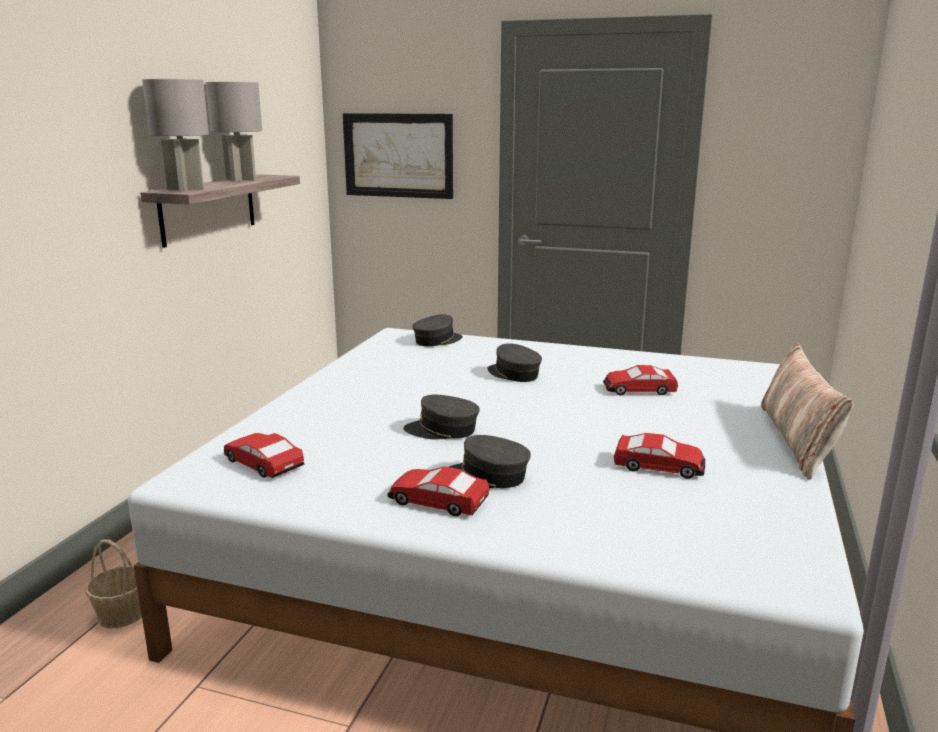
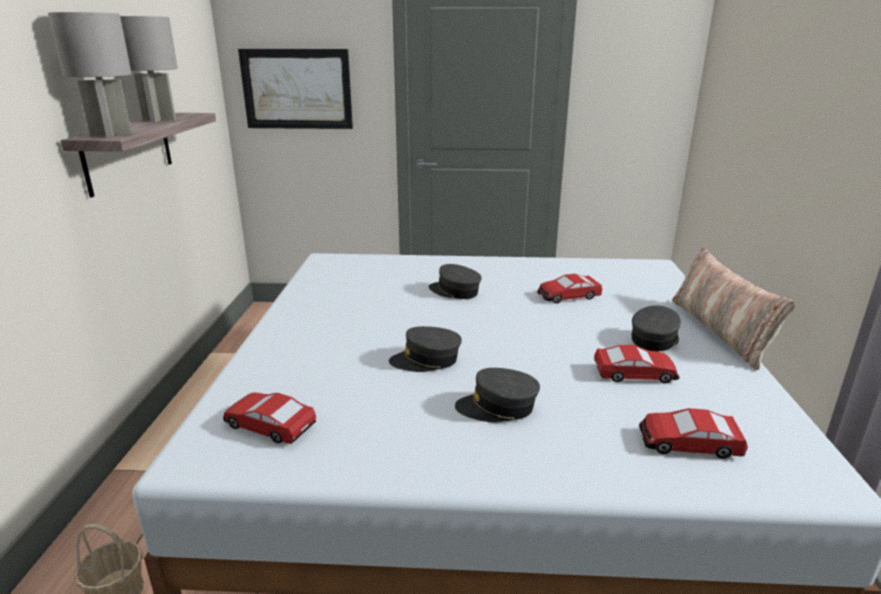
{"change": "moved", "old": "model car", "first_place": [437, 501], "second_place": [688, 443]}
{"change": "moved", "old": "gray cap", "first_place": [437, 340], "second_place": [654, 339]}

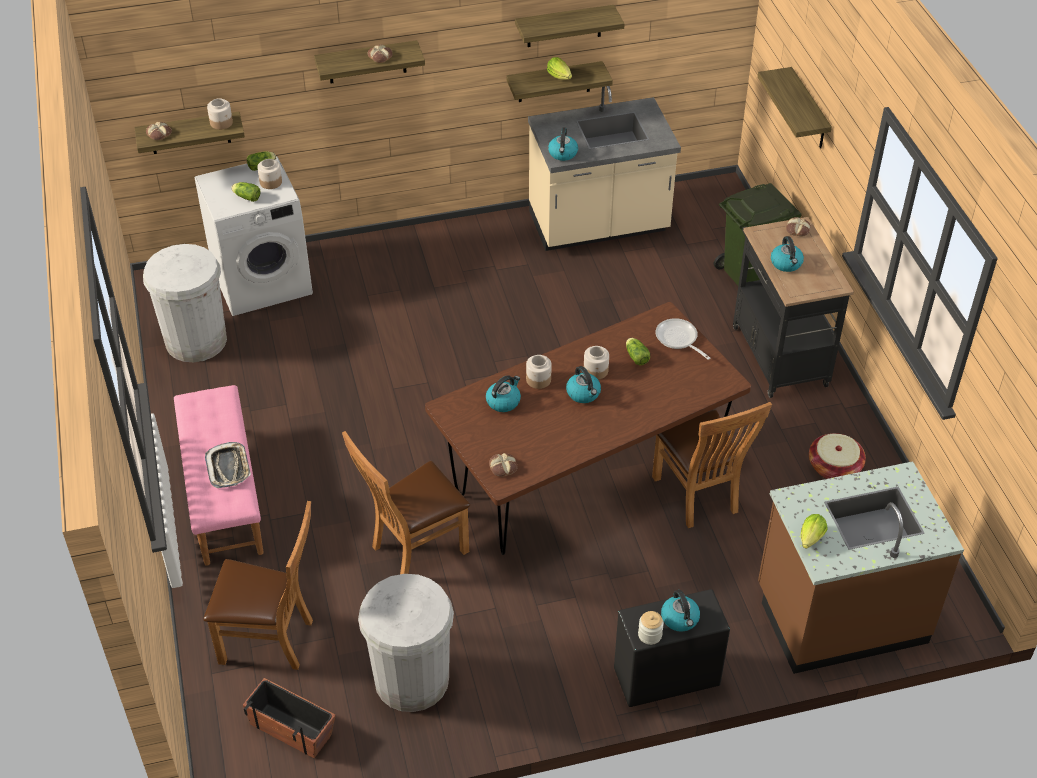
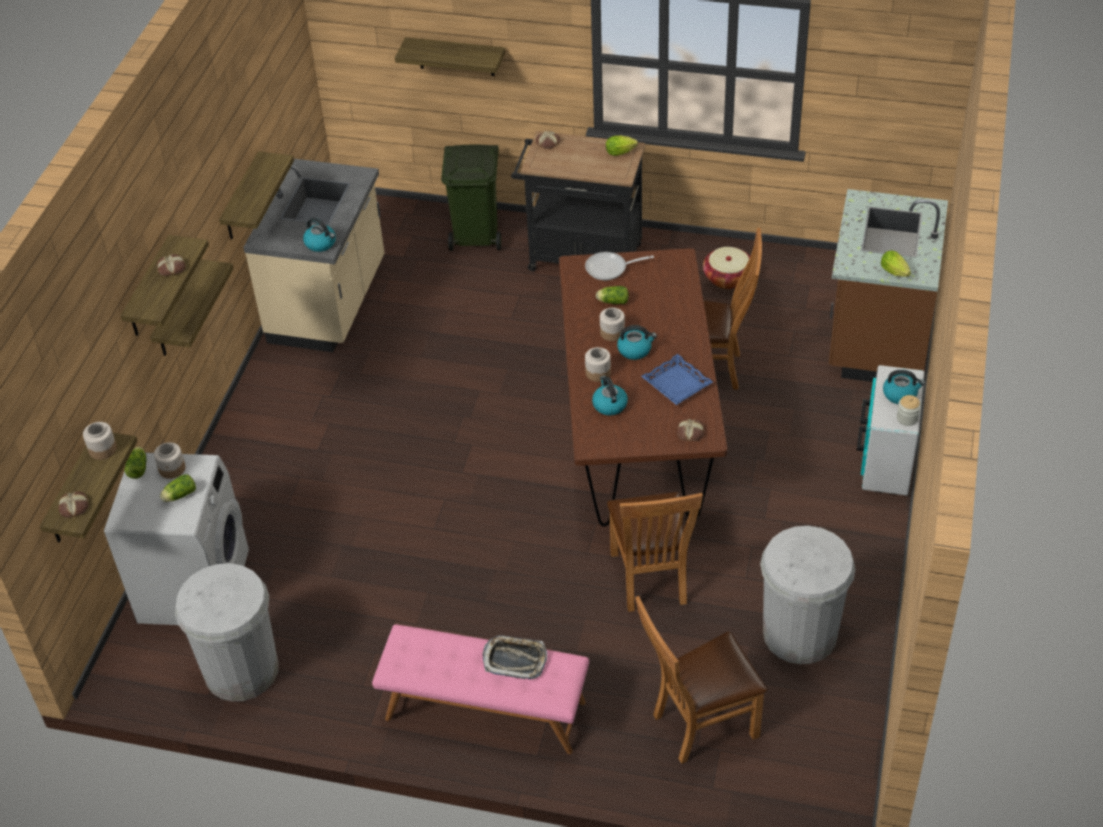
{"change": "removed", "old": "planter", "first_place": [291, 729]}
{"change": "removed", "old": "kettle", "first_place": [786, 264]}
{"change": "added", "new": "blue carrying tray", "second_place": [677, 383]}
{"change": "moved", "old": "wall shelf", "first_place": [564, 26], "second_place": [176, 311]}
{"change": "moved", "old": "head of lettuce", "first_place": [560, 78], "second_place": [622, 152]}
{"change": "recoloured", "old": "blackish night table", "new": "white night table", "first_place": [665, 679], "second_place": [885, 465]}
{"change": "turned", "old": "brownish plain chair", "first_place": [272, 640], "second_place": [698, 725], "degrees": -150}

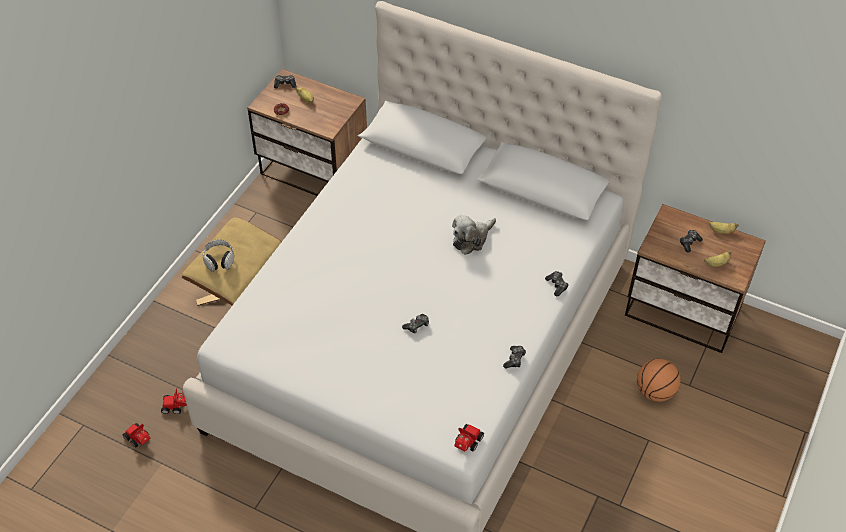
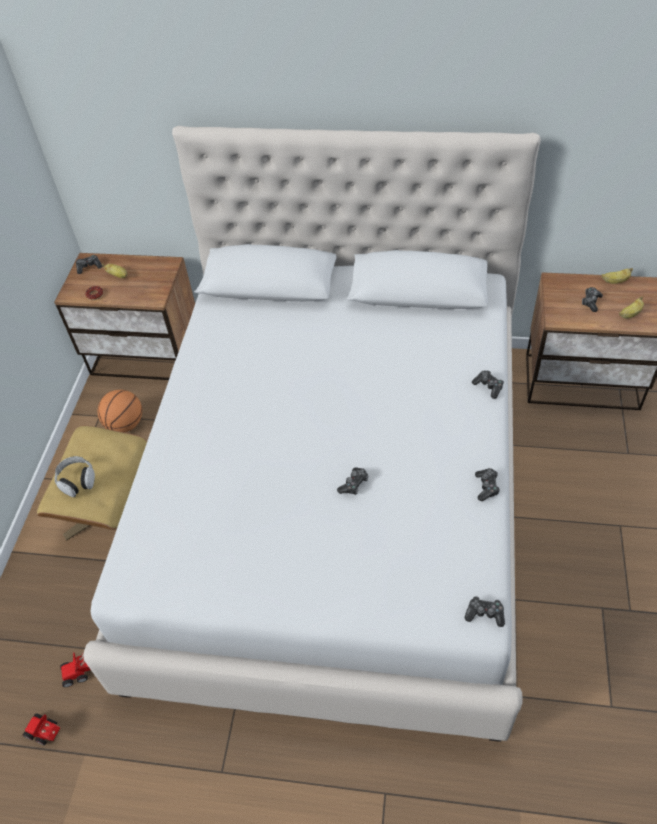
{"change": "removed", "old": "cuddly toy", "first_place": [471, 239]}
{"change": "moved", "old": "basketball ball", "first_place": [655, 392], "second_place": [125, 424]}
{"change": "replaced", "old": "model car", "new": "game controller", "first_place": [467, 443], "second_place": [485, 614]}

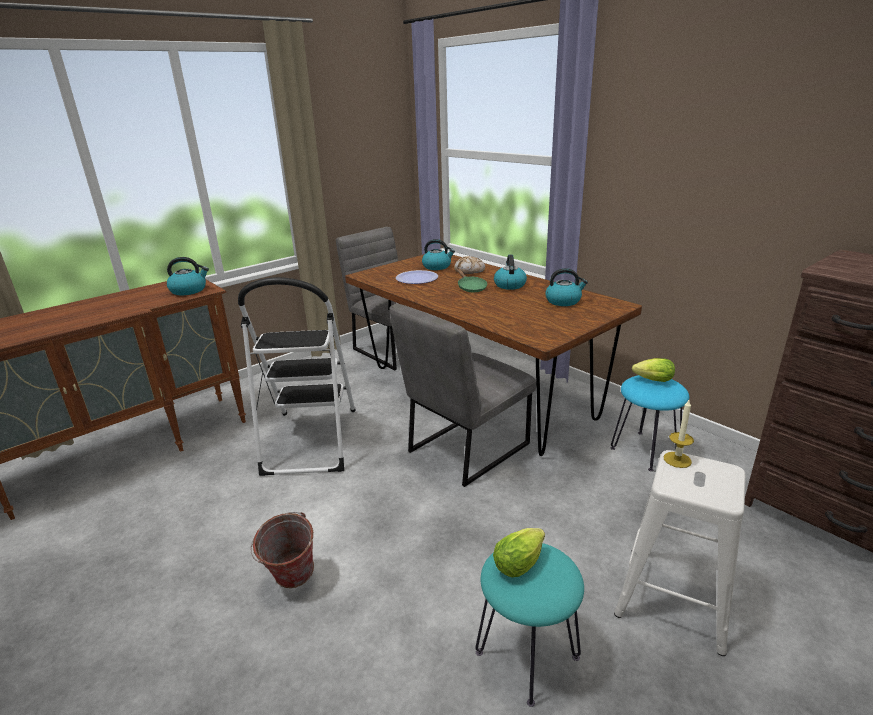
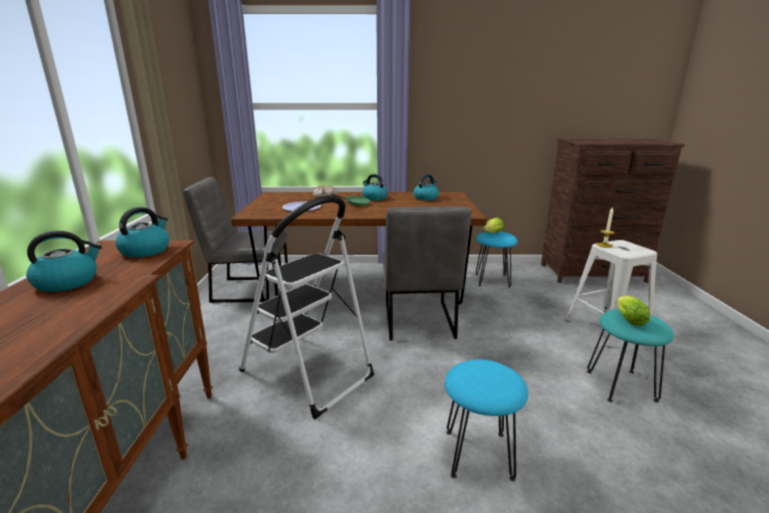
{"change": "moved", "old": "kettle", "first_place": [437, 266], "second_place": [68, 282]}
{"change": "replaced", "old": "water bucket", "new": "turquoise stool", "first_place": [290, 581], "second_place": [478, 454]}

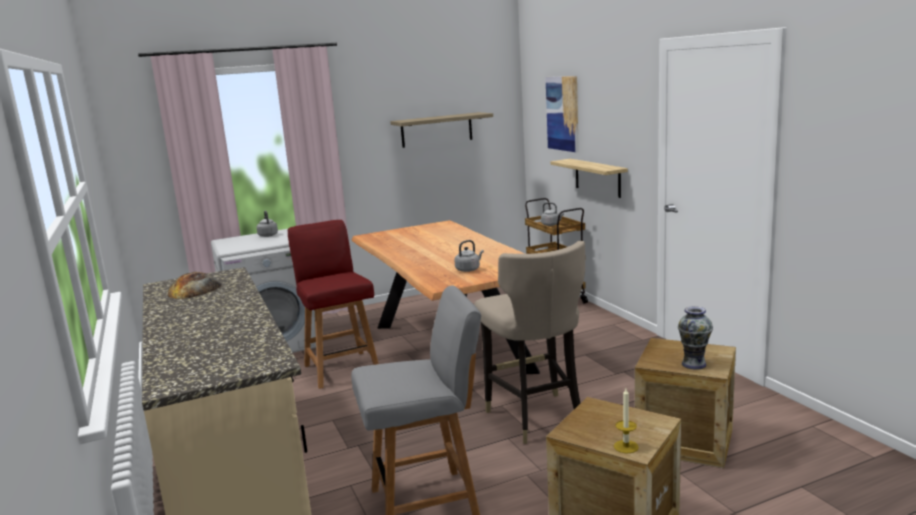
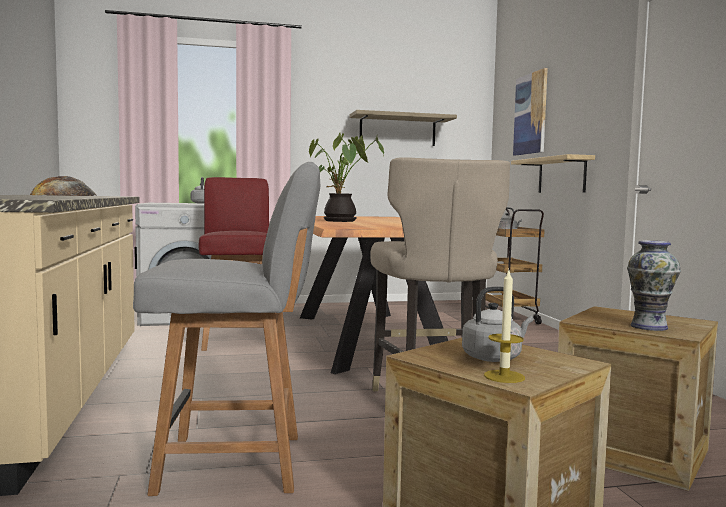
{"change": "added", "new": "plant in a pot", "second_place": [341, 221]}
{"change": "moved", "old": "gray kettle", "first_place": [469, 269], "second_place": [494, 357]}

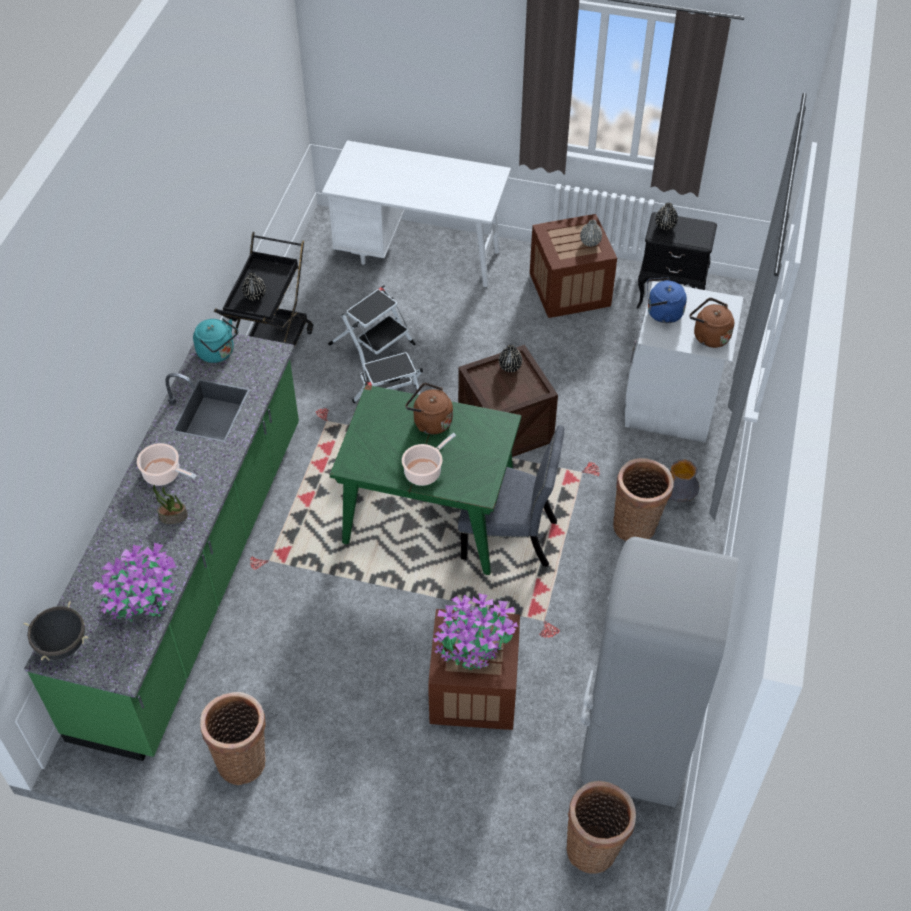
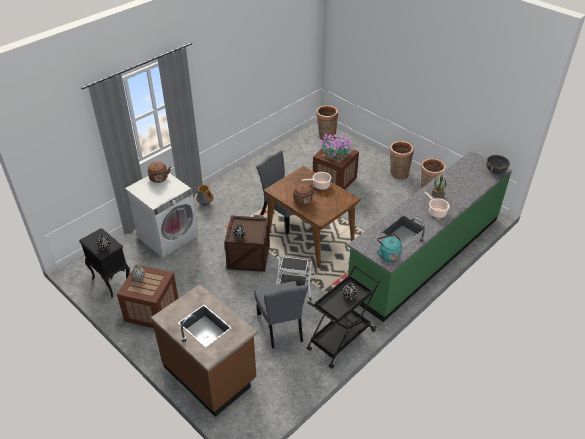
{"change": "removed", "old": "plant in a pot", "first_place": [143, 596]}
{"change": "removed", "old": "gray kitchen fridge", "first_place": [632, 753]}
{"change": "removed", "old": "blue kettle", "first_place": [662, 313]}
{"change": "moved", "old": "household basket", "first_place": [637, 525], "second_place": [398, 174]}
{"change": "replaced", "old": "white desk table", "new": "brownish kitchen base unit", "first_place": [419, 255], "second_place": [210, 373]}
{"change": "replaced", "old": "stepladder", "new": "gray plain chair", "first_place": [371, 346], "second_place": [281, 326]}
{"change": "recoloured", "old": "green dining table", "new": "brownish dining table", "first_place": [428, 515], "second_place": [311, 237]}

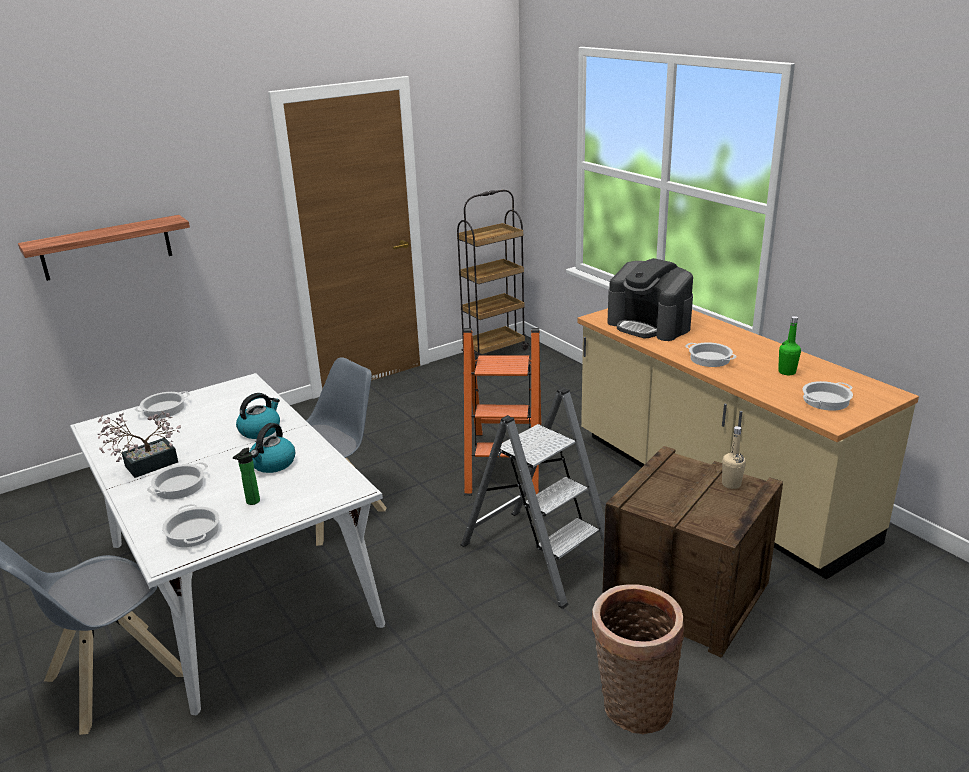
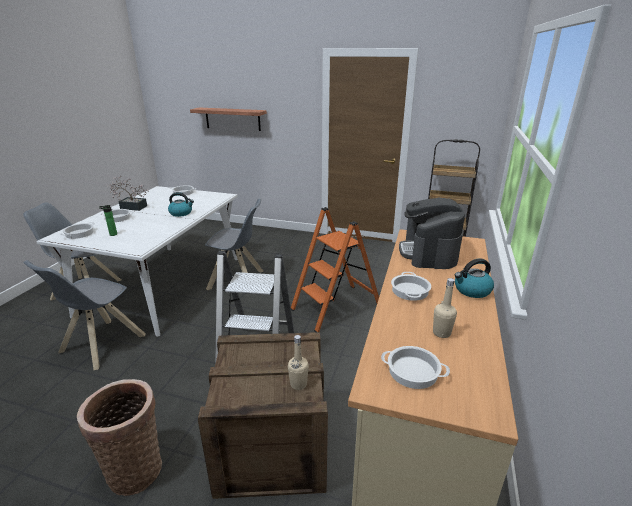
{"change": "added", "new": "gray plain chair", "second_place": [100, 345]}
{"change": "moved", "old": "kettle", "first_place": [273, 464], "second_place": [471, 290]}
{"change": "recoloured", "old": "green beverage bottle", "new": "beige beverage bottle", "first_place": [787, 372], "second_place": [441, 333]}

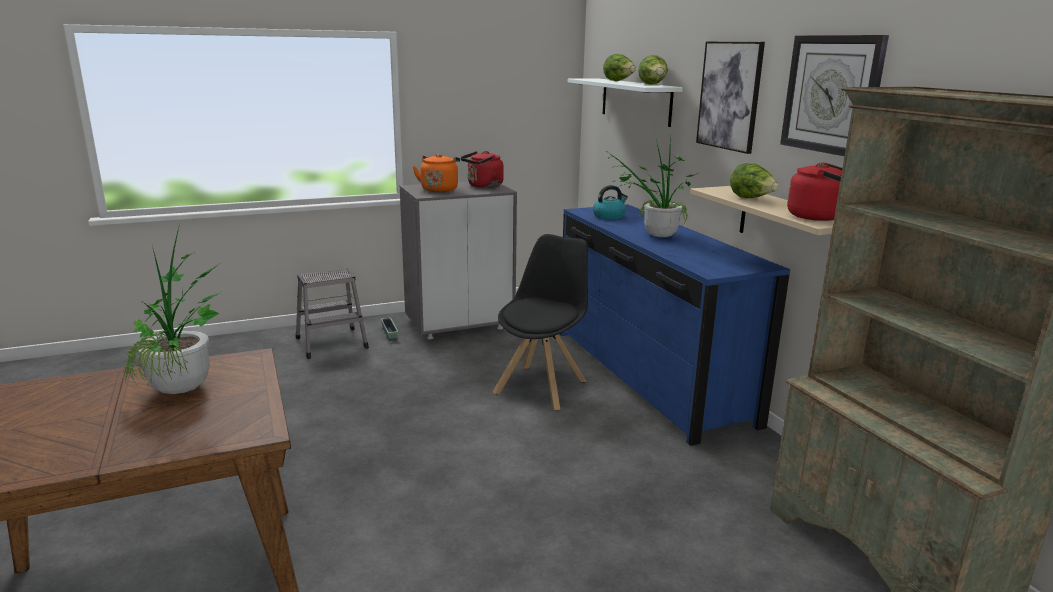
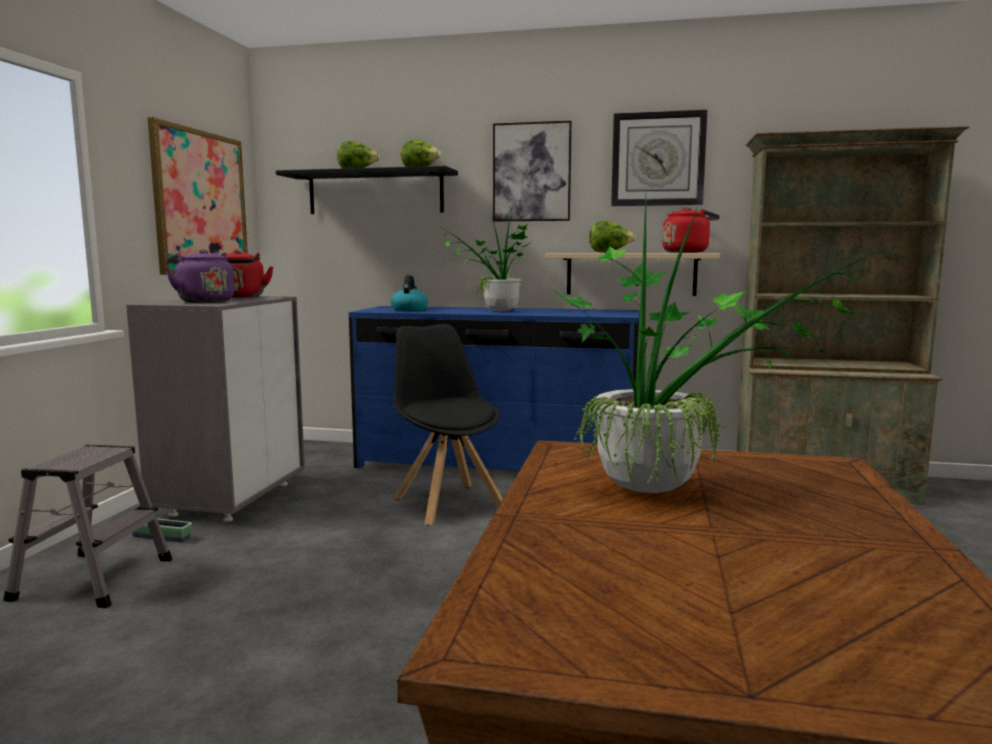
{"change": "added", "new": "wall art", "second_place": [200, 202]}
{"change": "recoloured", "old": "orange-coloured kettle", "new": "purple-coloured kettle", "first_place": [439, 189], "second_place": [203, 301]}
{"change": "recoloured", "old": "white wall shelf", "new": "blackish wall shelf", "first_place": [635, 101], "second_place": [375, 193]}

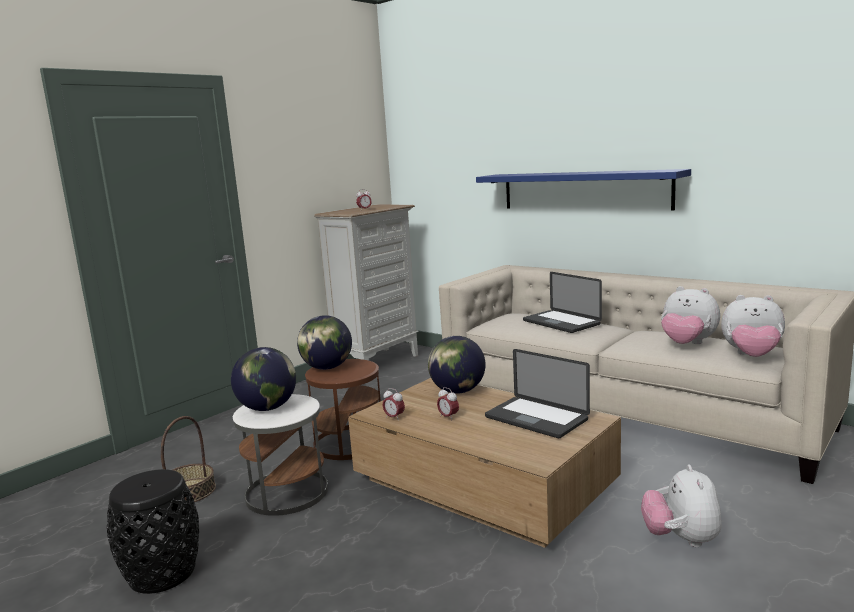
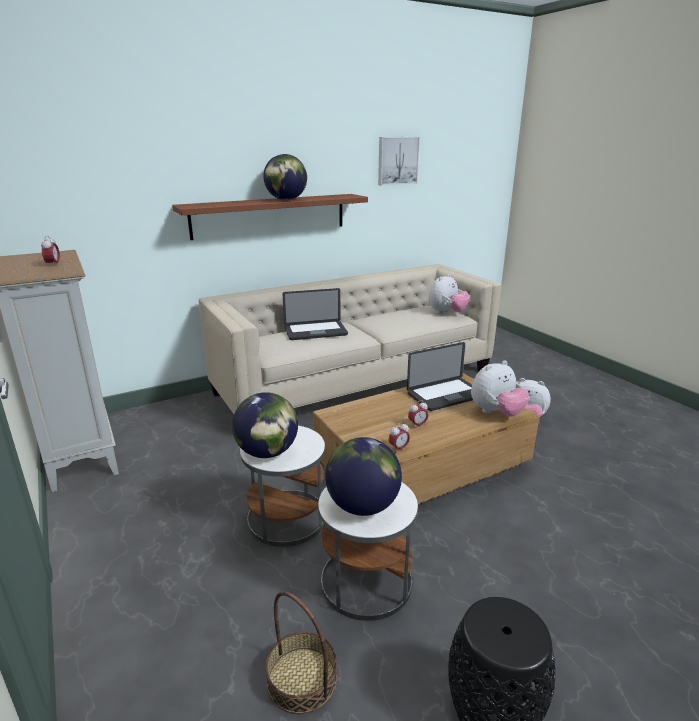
{"change": "added", "new": "wall art", "second_place": [397, 160]}
{"change": "moved", "old": "world globe", "first_place": [457, 391], "second_place": [286, 199]}
{"change": "moved", "old": "cuddly toy", "first_place": [687, 344], "second_place": [496, 413]}
{"change": "recoloured", "old": "brownish end table", "new": "white end table", "first_place": [349, 443], "second_place": [286, 518]}
{"change": "recoloured", "old": "blue wall shelf", "new": "brownish wall shelf", "first_place": [583, 190], "second_place": [270, 215]}

